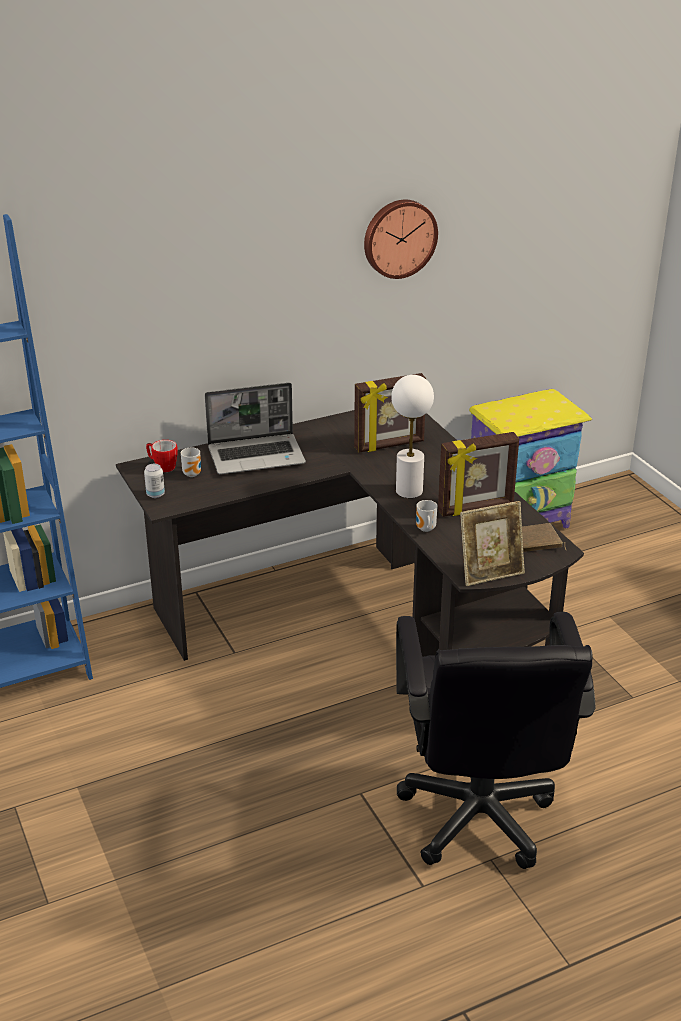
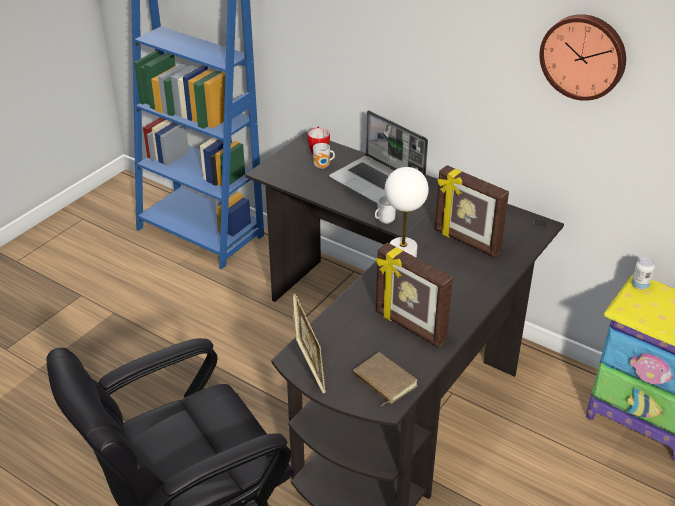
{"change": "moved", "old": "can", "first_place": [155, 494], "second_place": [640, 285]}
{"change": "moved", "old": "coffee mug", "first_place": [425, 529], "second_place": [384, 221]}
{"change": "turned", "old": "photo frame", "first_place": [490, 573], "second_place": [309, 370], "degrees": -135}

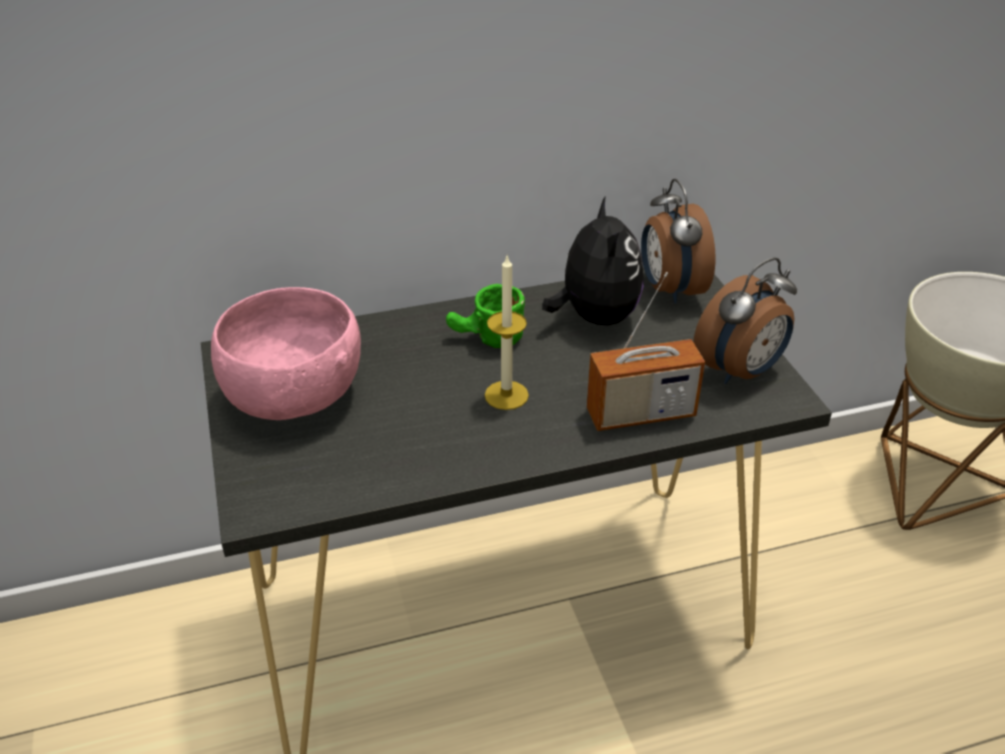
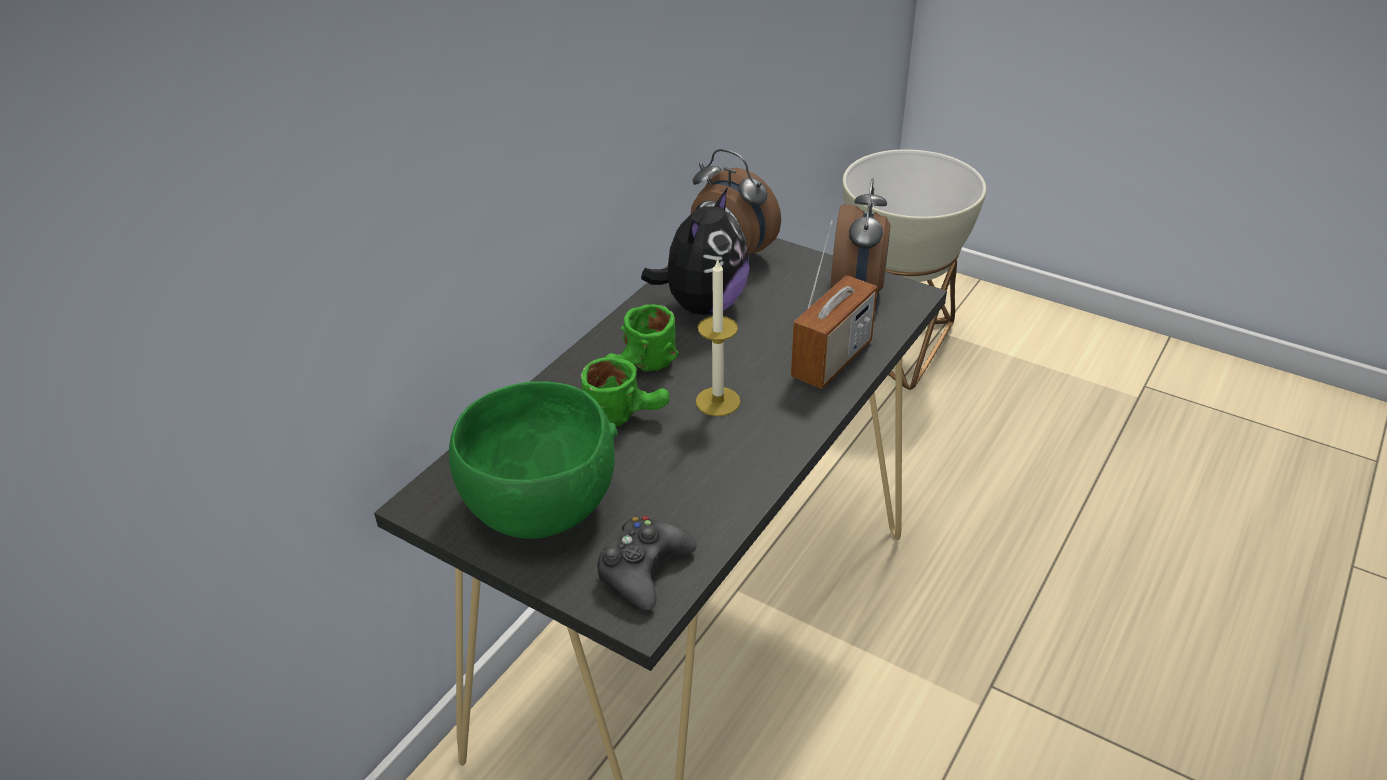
{"change": "added", "new": "green coffee mug", "second_place": [627, 414]}
{"change": "added", "new": "blackish game controller", "second_place": [643, 570]}
{"change": "recoloured", "old": "pink deep dish", "new": "green deep dish", "first_place": [294, 396], "second_place": [540, 505]}
{"change": "turned", "old": "cuddly toy", "first_place": [594, 317], "second_place": [703, 305], "degrees": 75}

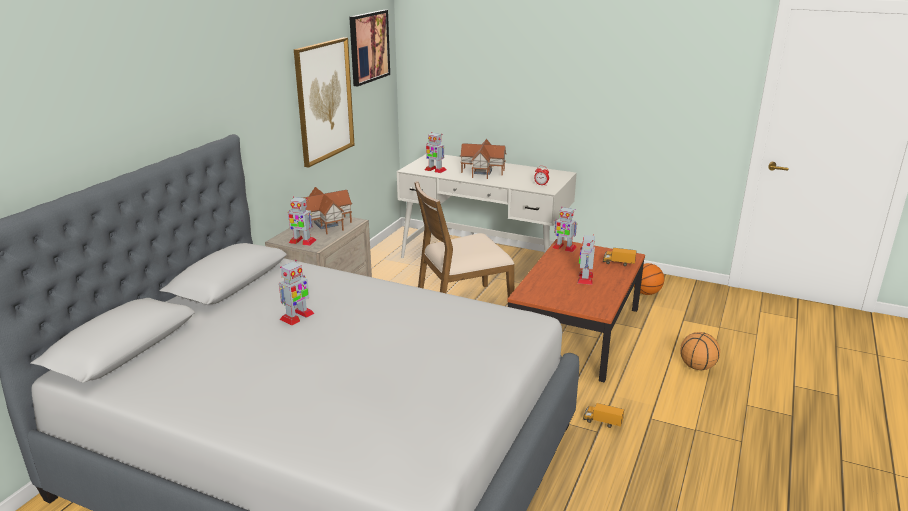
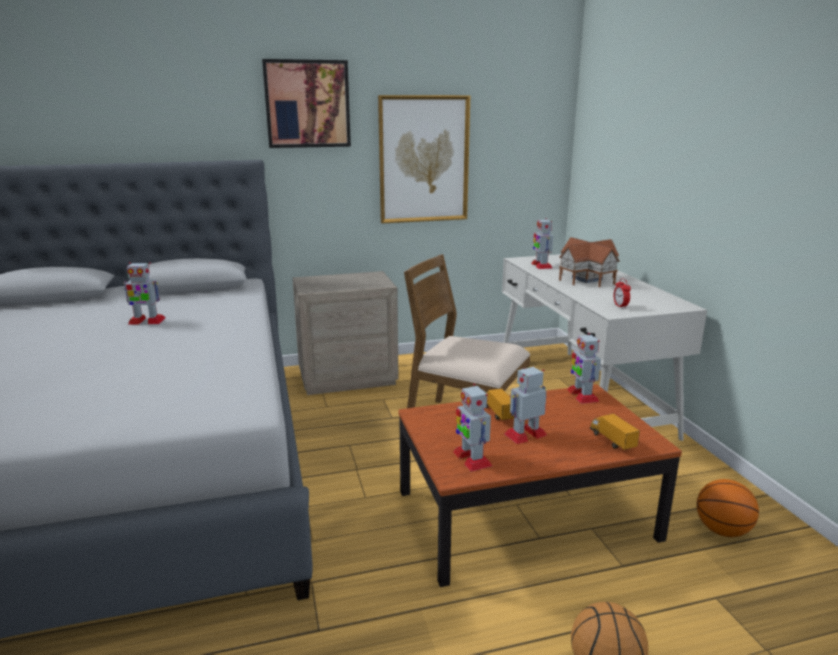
{"change": "removed", "old": "model house", "first_place": [326, 224]}
{"change": "moved", "old": "model robot", "first_place": [302, 241], "second_place": [471, 458]}
{"change": "moved", "old": "wall art", "first_place": [368, 47], "second_place": [307, 104]}
{"change": "moved", "old": "toy truck", "first_place": [602, 422], "second_place": [498, 414]}

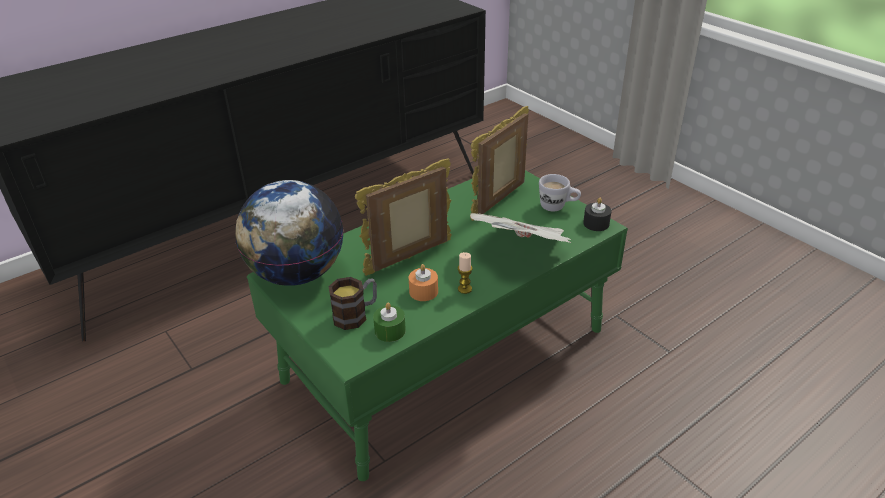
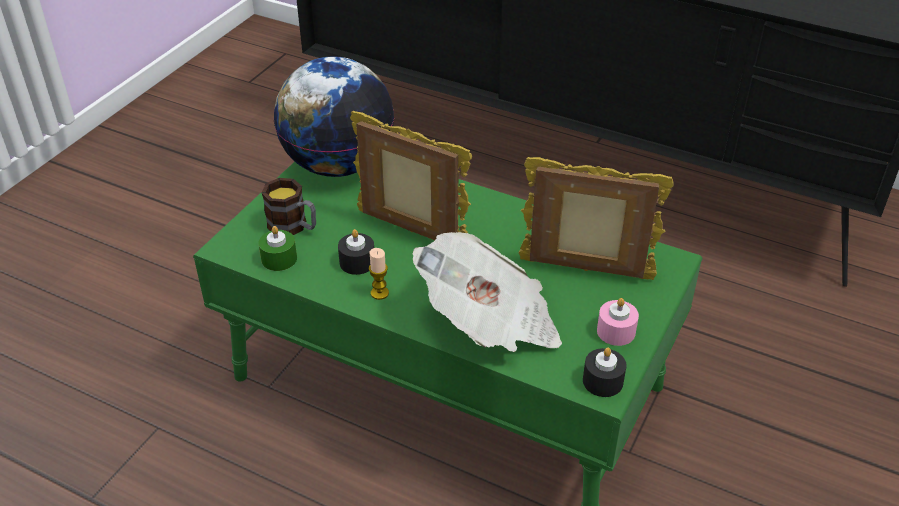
{"change": "replaced", "old": "white coffee mug", "new": "pink candle", "first_place": [558, 207], "second_place": [616, 331]}
{"change": "recoloured", "old": "orange-coloured candle", "new": "blackish candle", "first_place": [423, 291], "second_place": [357, 262]}

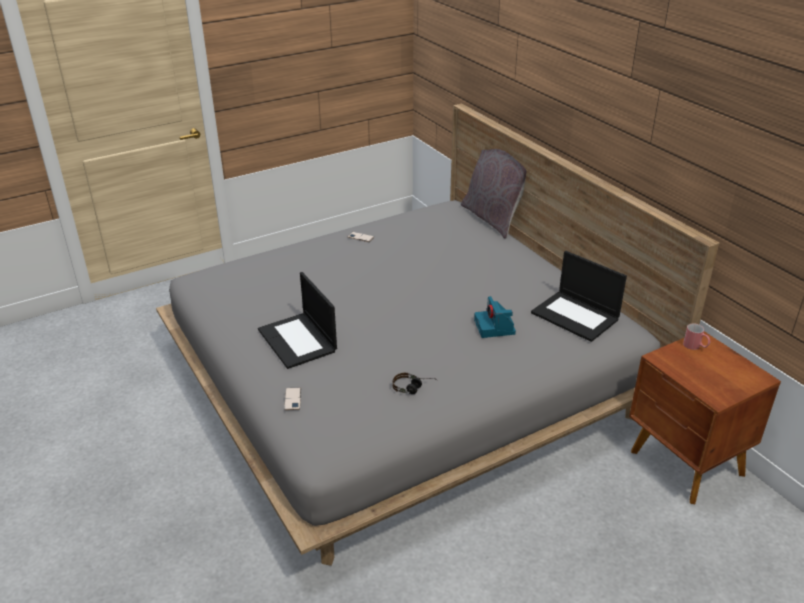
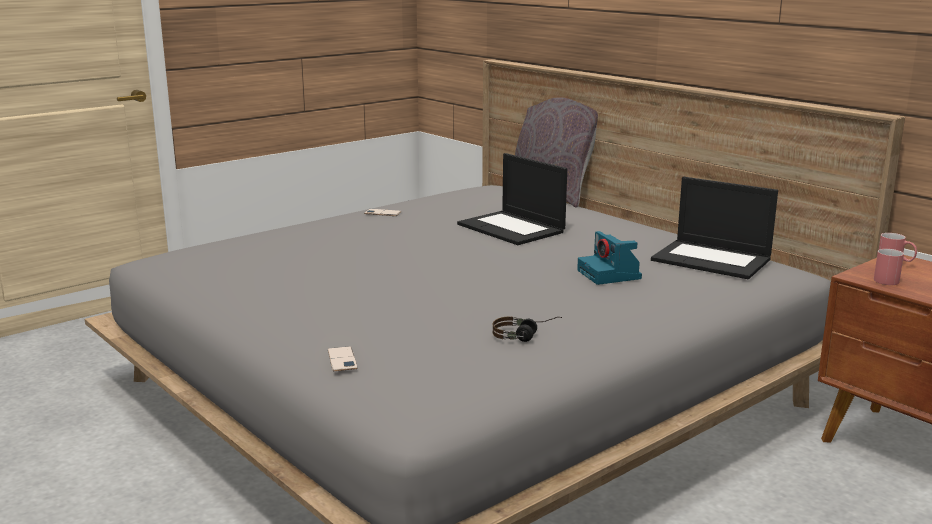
{"change": "added", "new": "red-coloured coffee mug", "second_place": [887, 279]}
{"change": "moved", "old": "notebook computer", "first_place": [298, 340], "second_place": [512, 228]}

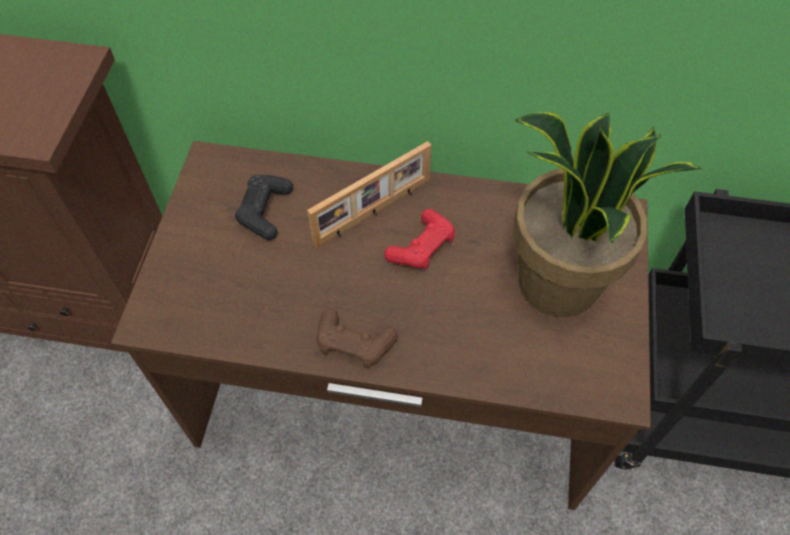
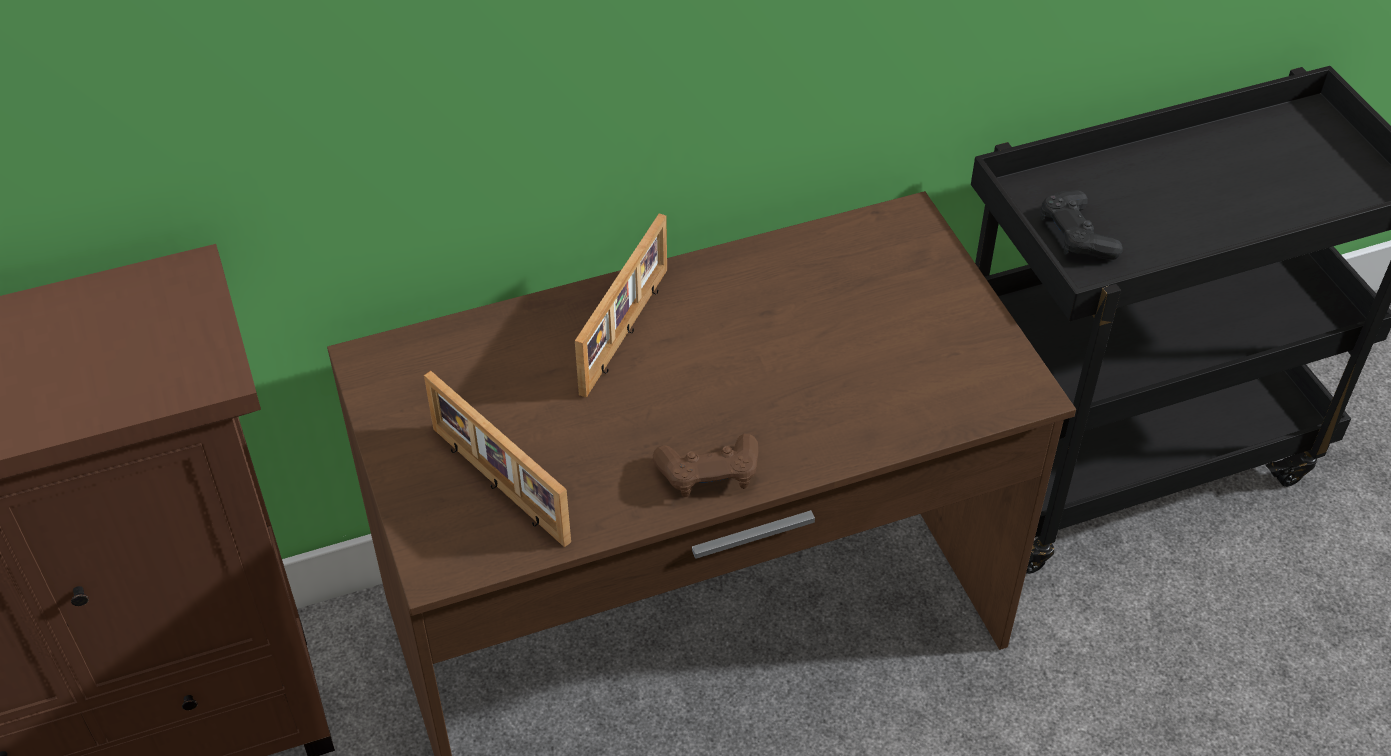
{"change": "removed", "old": "red-coloured game controller", "first_place": [421, 247]}
{"change": "removed", "old": "plant in a pot", "first_place": [557, 284]}
{"change": "added", "new": "photo frame", "second_place": [497, 486]}
{"change": "moved", "old": "blackish game controller", "first_place": [265, 211], "second_place": [1076, 236]}

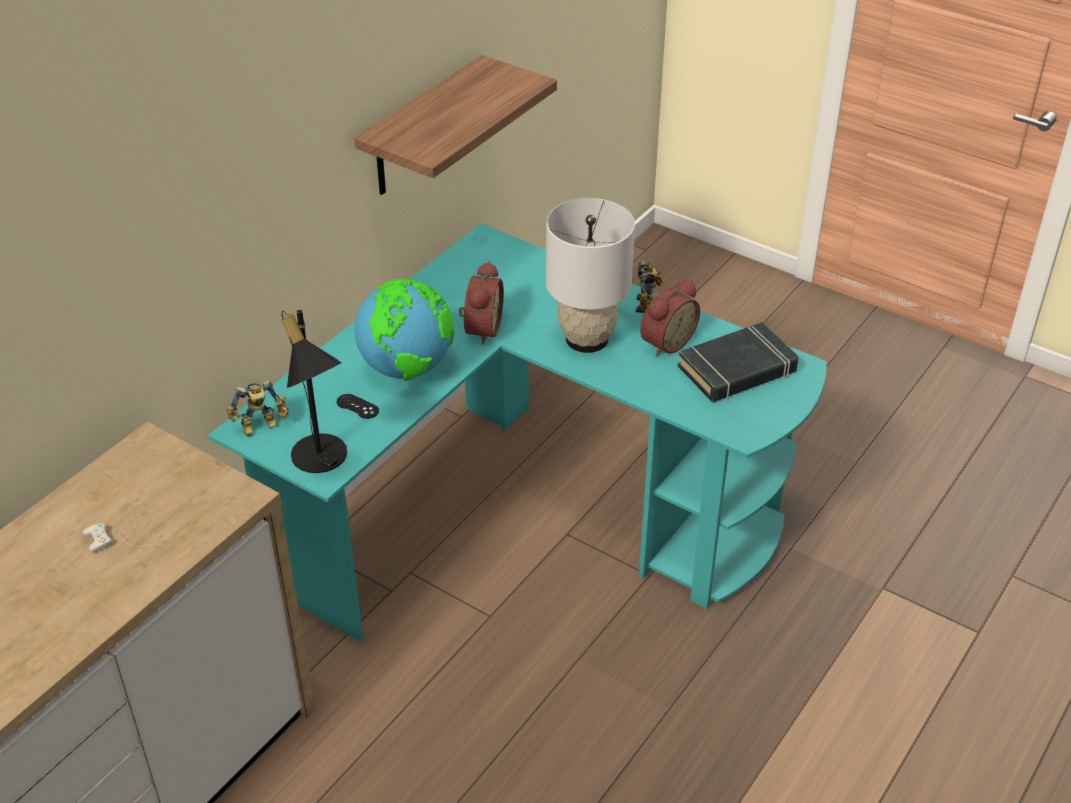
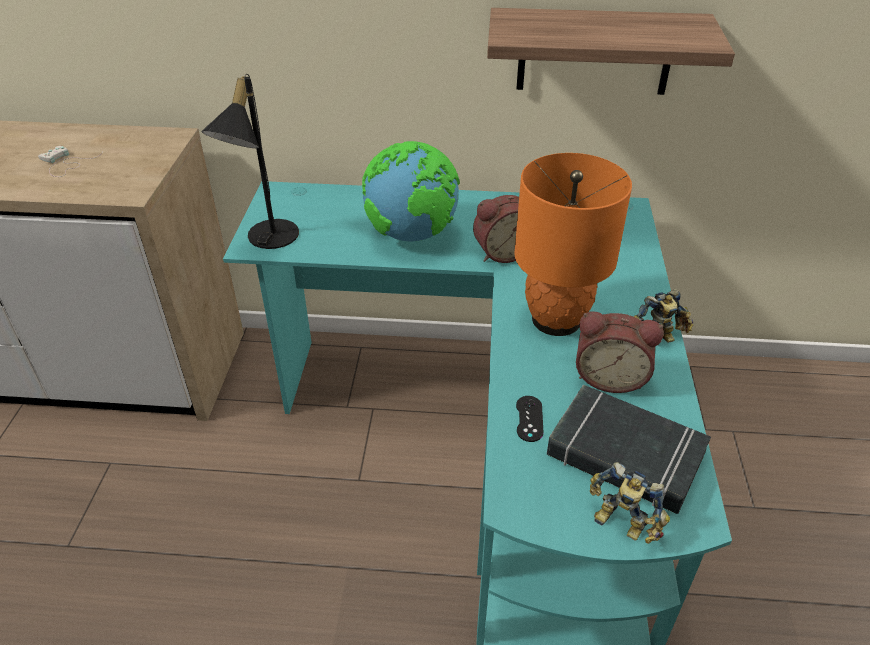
{"change": "moved", "old": "model robot", "first_place": [261, 427], "second_place": [620, 525]}
{"change": "moved", "old": "blackish game controller", "first_place": [357, 406], "second_place": [529, 418]}
{"change": "recoloured", "old": "white tabletop lamp", "new": "orange-coloured tabletop lamp", "first_place": [587, 339], "second_place": [555, 320]}

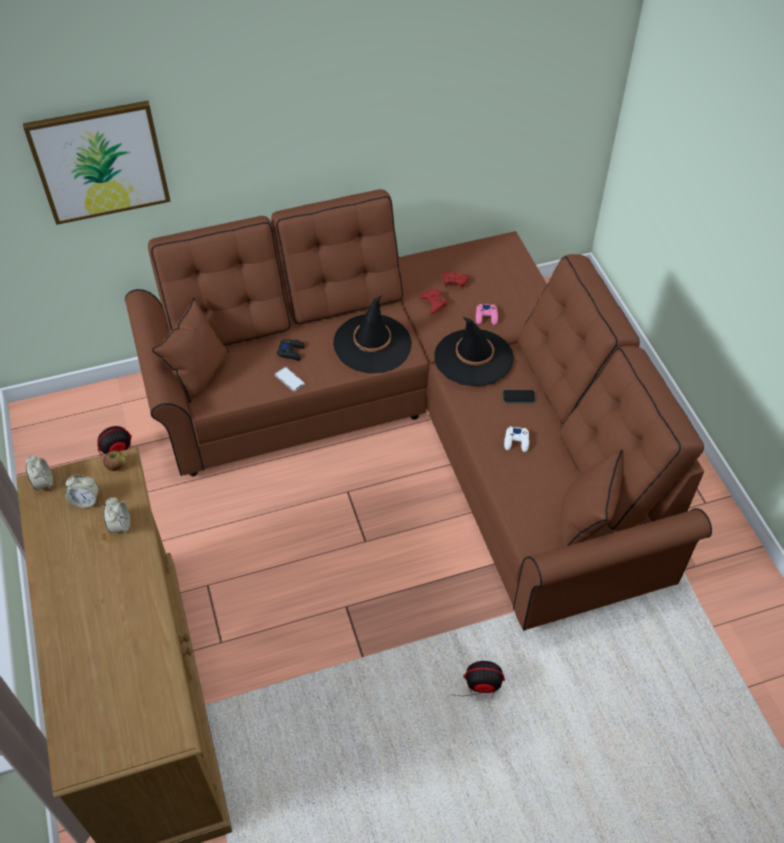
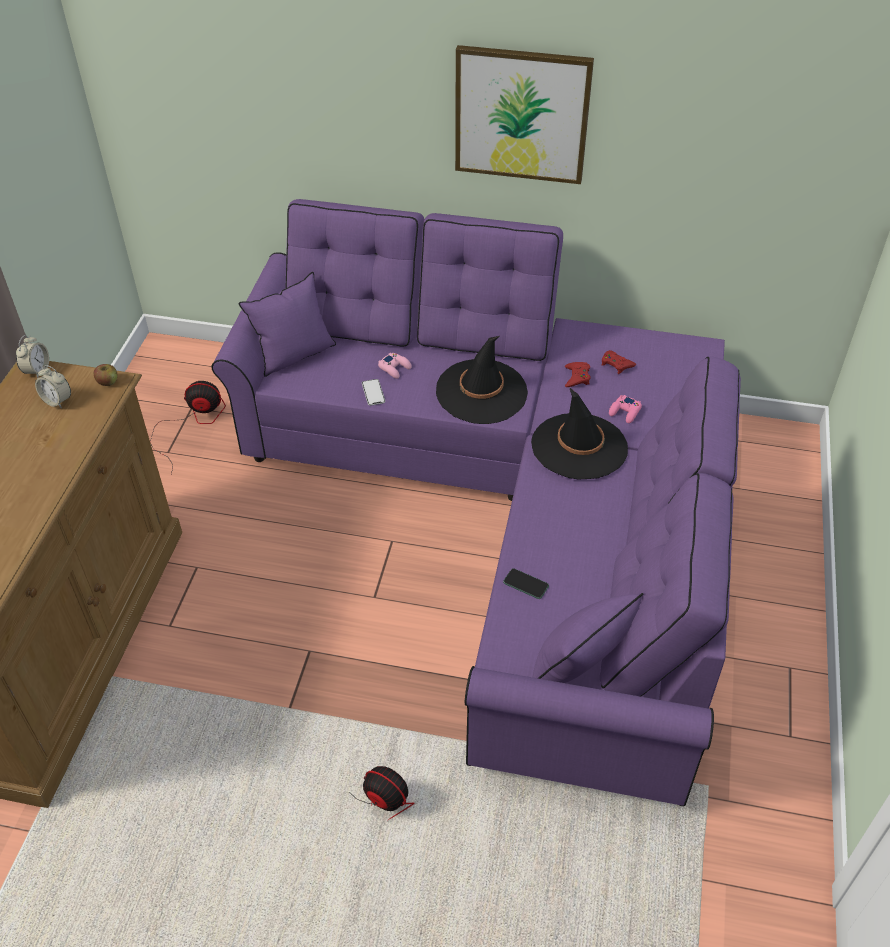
{"change": "removed", "old": "bedside clock", "first_place": [120, 525]}
{"change": "removed", "old": "white game controller", "first_place": [516, 441]}
{"change": "moved", "old": "wall art", "first_place": [100, 162], "second_place": [521, 114]}
{"change": "moved", "old": "handset", "first_place": [518, 397], "second_place": [526, 584]}
{"change": "recoloured", "old": "brownish couch", "new": "purple-coloured couch", "first_place": [424, 427], "second_place": [516, 513]}
{"change": "recoloured", "old": "blackish game controller", "new": "pink game controller", "first_place": [291, 352], "second_place": [395, 368]}

